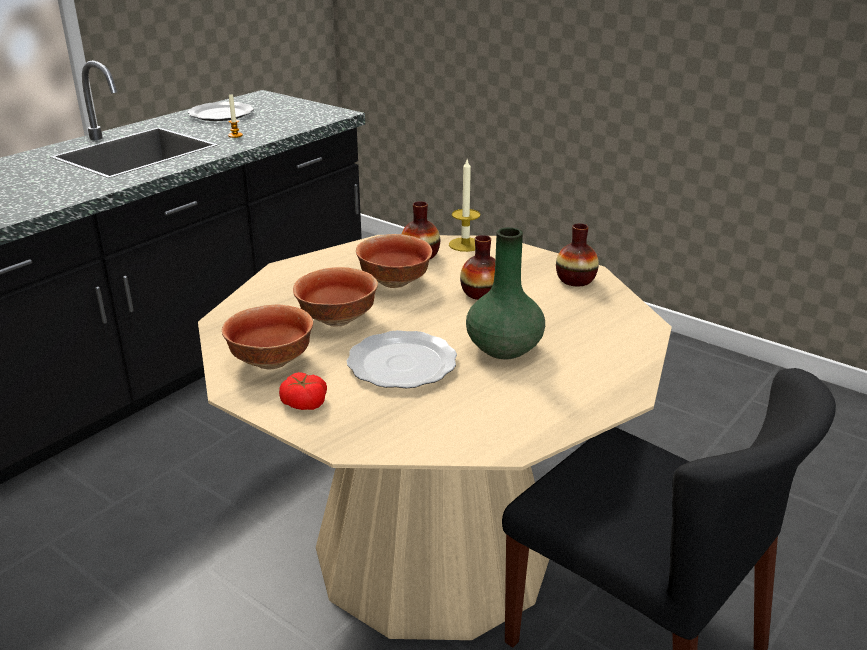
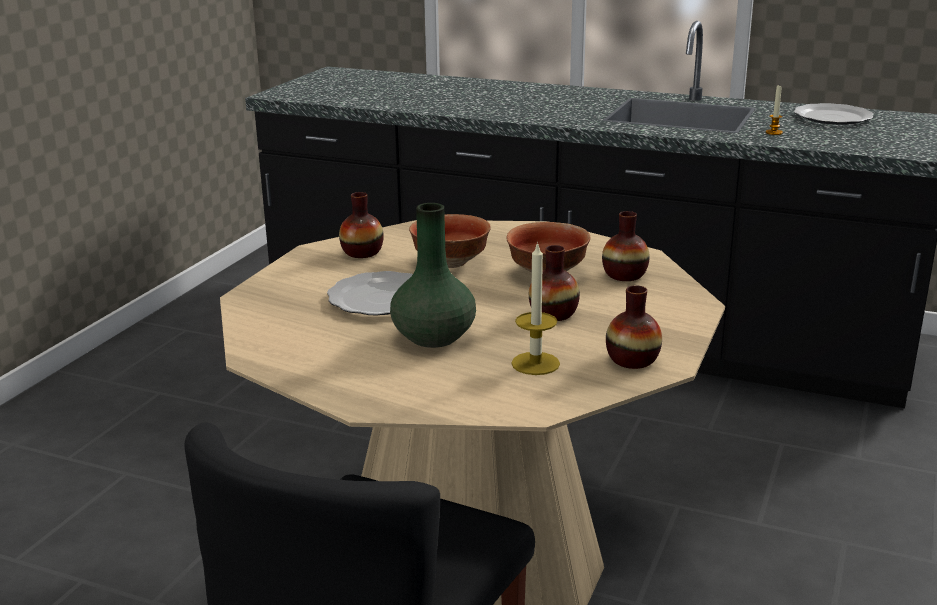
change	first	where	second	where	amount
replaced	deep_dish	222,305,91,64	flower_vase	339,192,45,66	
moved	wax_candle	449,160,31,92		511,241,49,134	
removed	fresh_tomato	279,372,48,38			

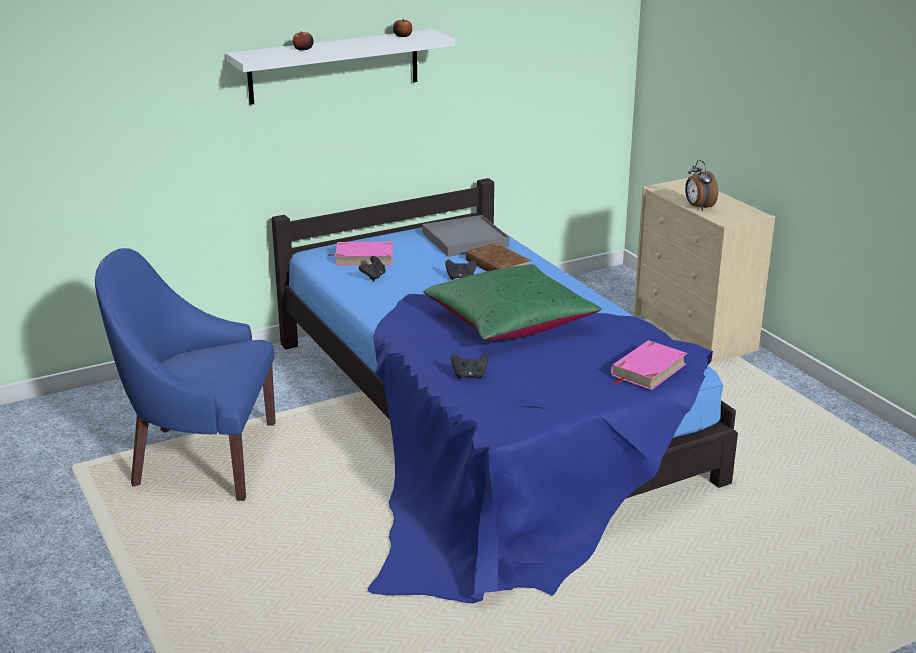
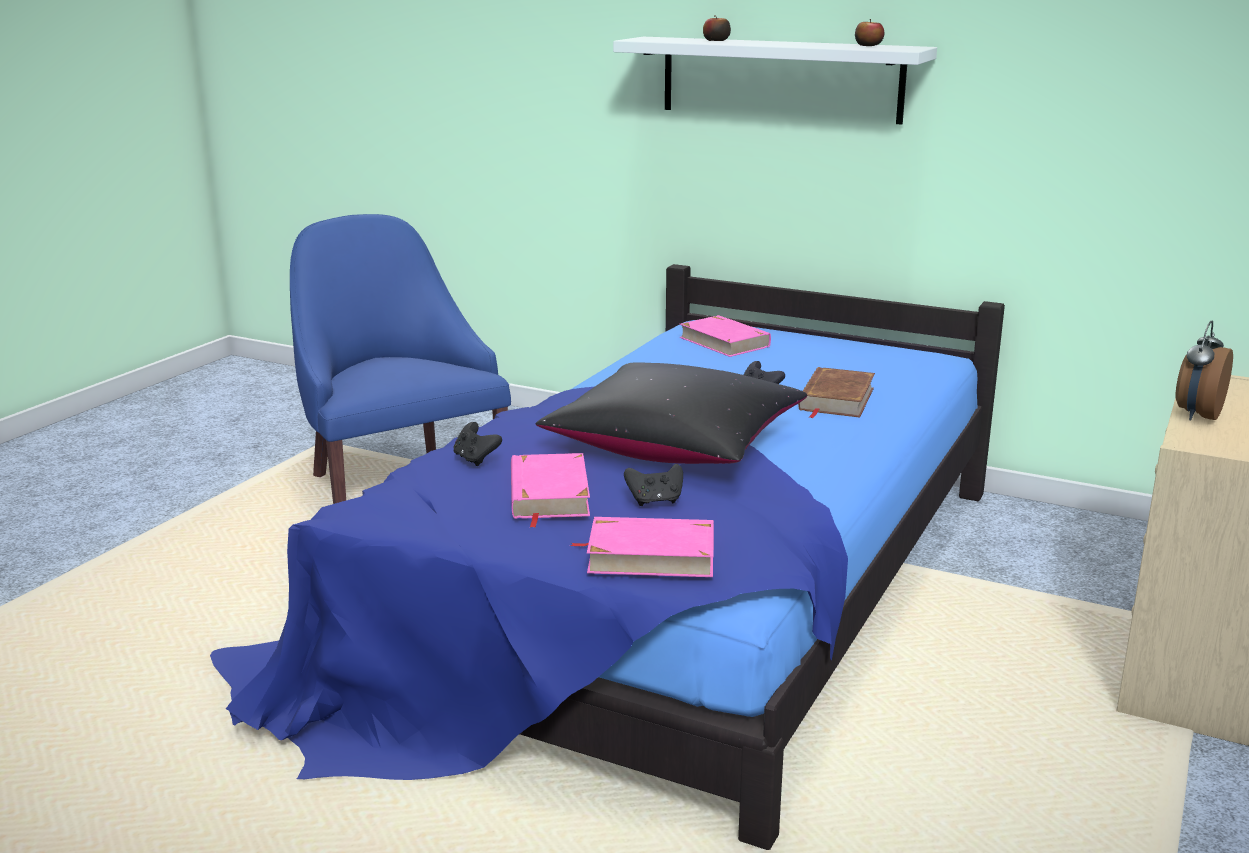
change	first	where	second	where	amount
added			pink_bound_book	511,453,79,75	
recoloured	green_throw_pillow	423,264,179,76	black-coloured_throw_pillow	535,362,272,102	
moved	black-coloured_gamepad	359,256,27,25		624,464,59,42	
removed	greyish_carrying_tray	422,215,87,42			

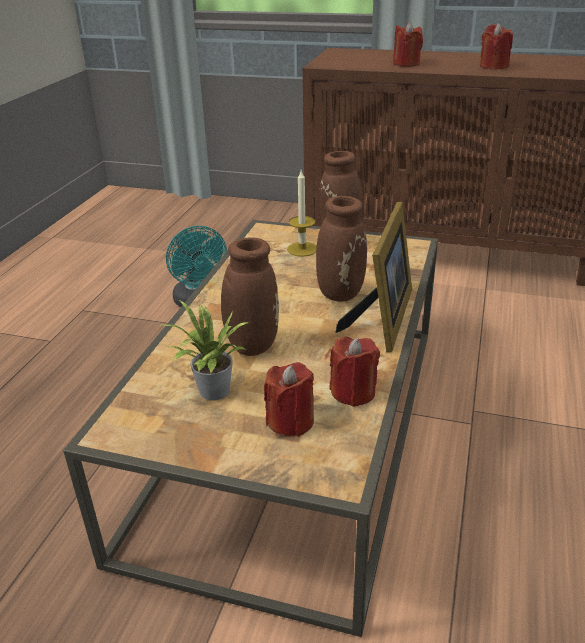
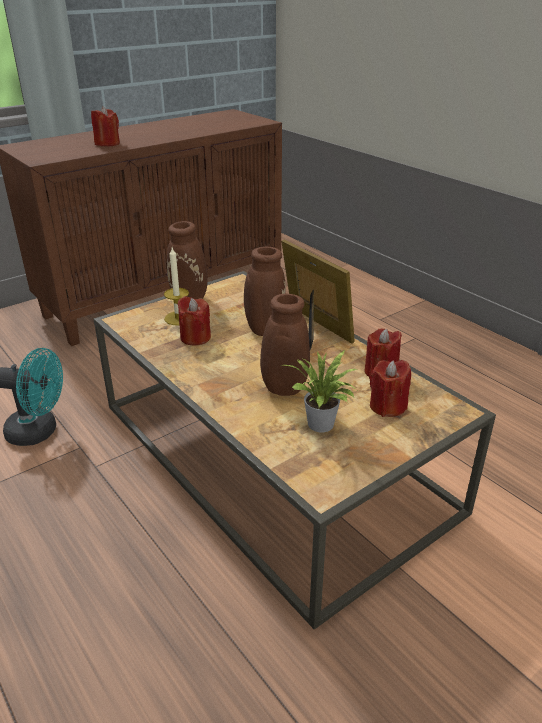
change	first	where	second	where	amount
moved	reddish_wax_candle	480,23,33,47		177,296,34,50	

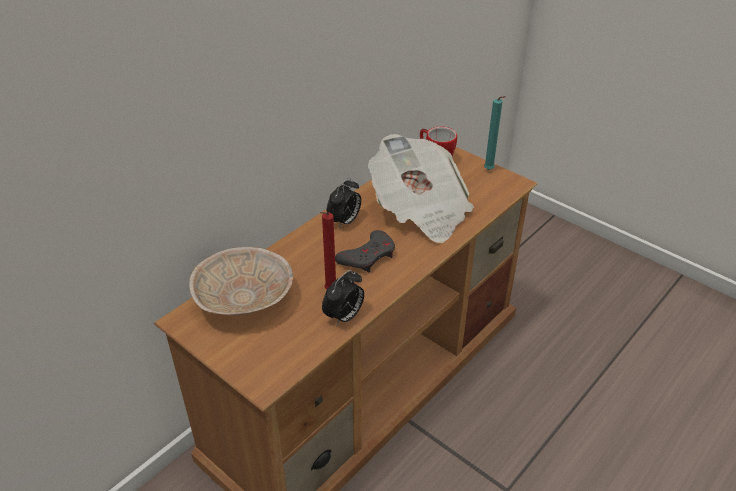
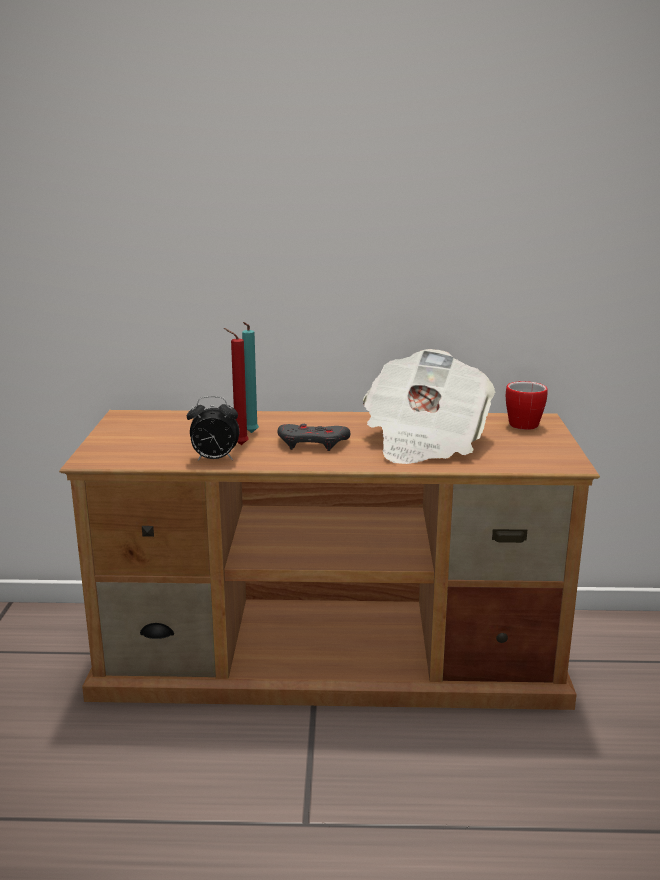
change	first	where	second	where	amount
moved	blue-green_wax_candle	484,96,22,74		242,322,17,111	
removed	beige-coloured_deep_dish	189,247,104,69			
removed	bedside_clock	326,178,35,51			

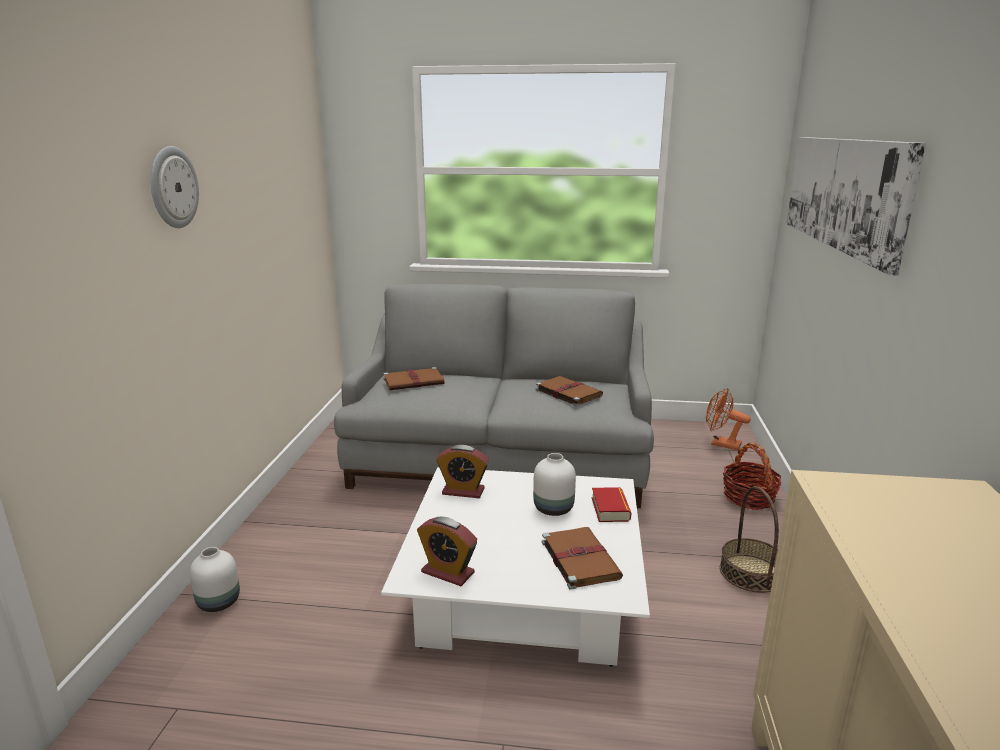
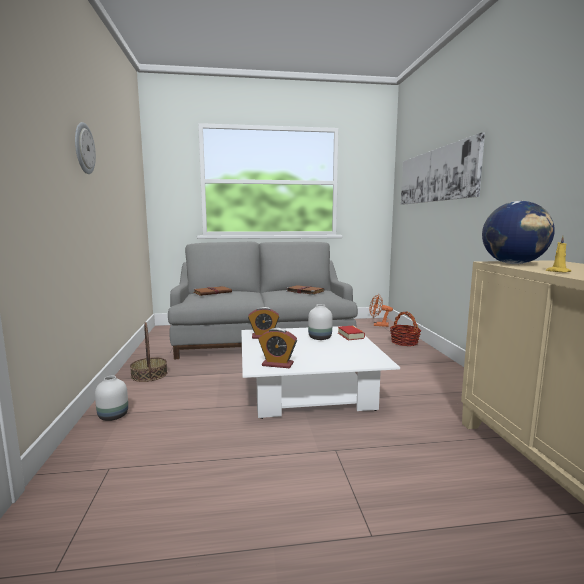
change	first	where	second	where	amount
moved	basket	720,486,59,107		130,322,38,60	
added			desk_globe	482,201,73,63	
added			yellow_wax_candle	545,236,26,36	
removed	brown-coloured_bound_book	542,527,81,63			

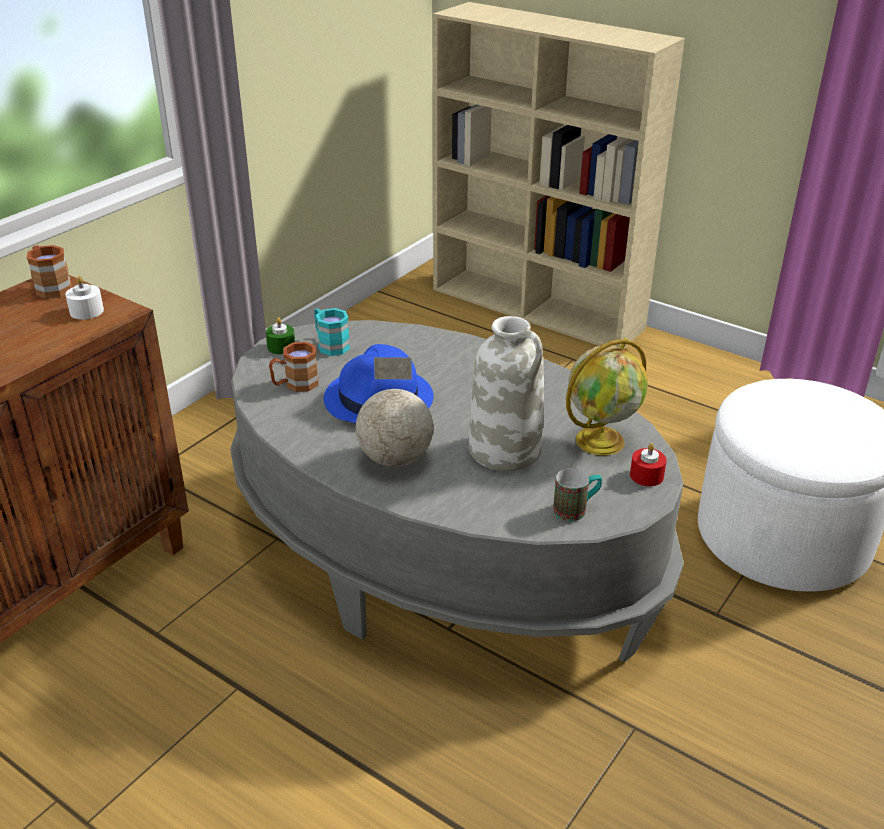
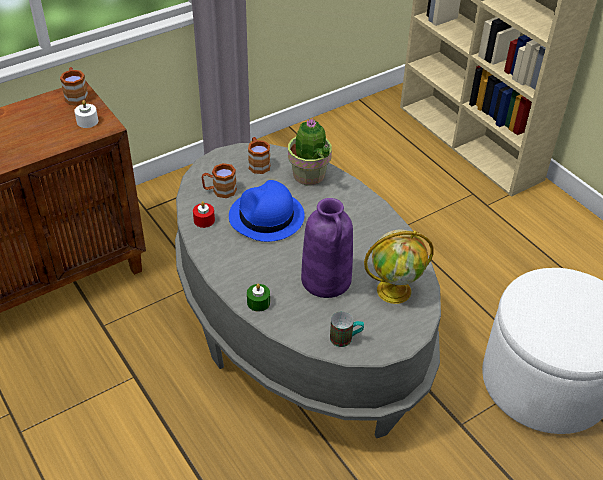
change	first	where	second	where	amount
moved	reddish_wax_candle	630,443,37,43		193,201,22,27	
moved	green_wax_candle	266,317,29,37		247,284,23,28	
recoloured	blue-green_tea_mug	314,308,36,48	brown-coloured_tea_mug	248,137,22,37	
added			potted_plant	288,118,44,67	
recoloured	whitish_flower_vase	469,316,75,155	purple-coloured_flower_vase	301,198,52,100	
removed	desk_globe	356,357,78,110			

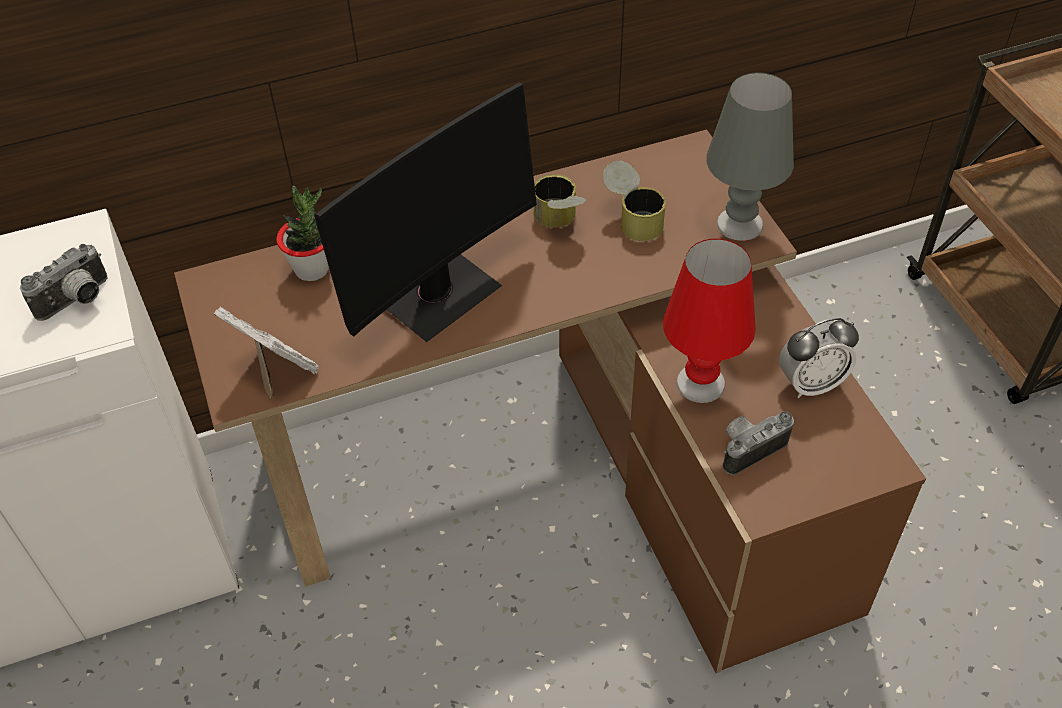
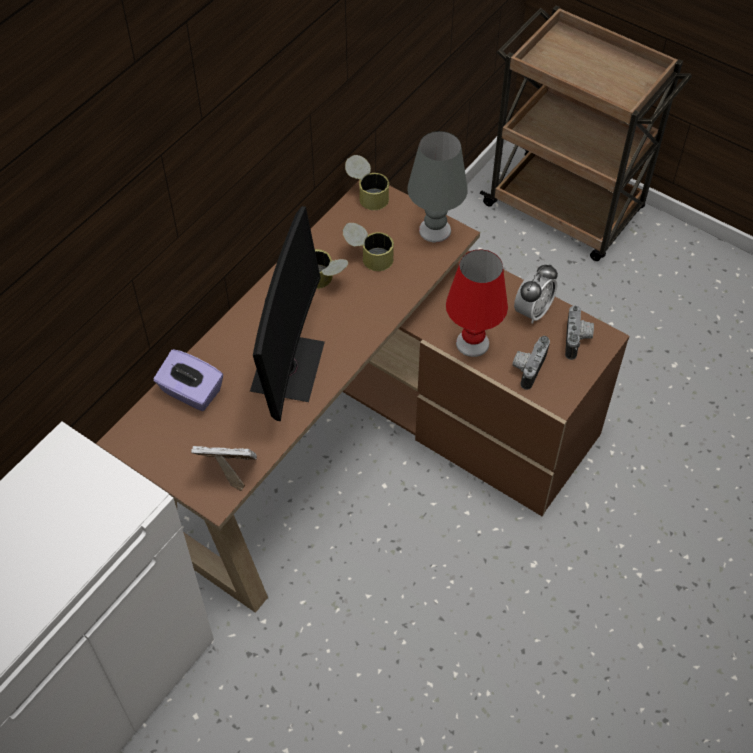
change	first	where	second	where	amount
replaced	potted_plant	276,185,53,96	purple-coloured_box_of_tissues	154,349,69,62	
added			metal_can	345,155,44,55	
moved	photo_camera	20,244,88,77		565,305,29,55	

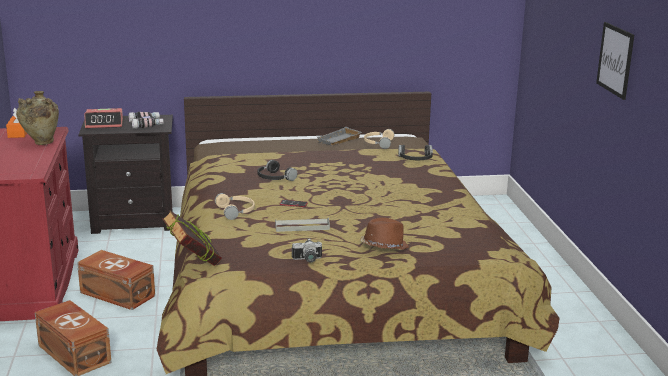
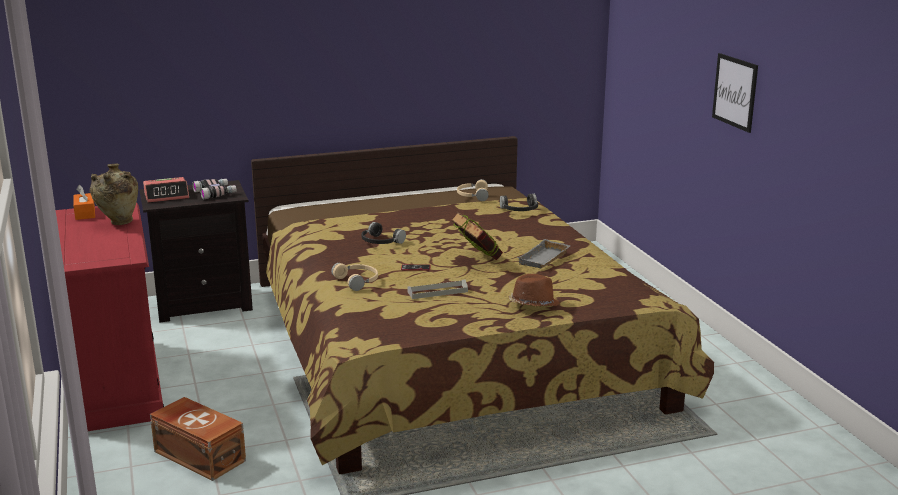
change	first	where	second	where	amount
moved	bound_book	162,211,60,55		451,212,52,48	
moved	greyish_carrying_tray	317,127,45,19		517,239,54,29	
removed	brown-coloured_storage_bin	77,250,78,60			
removed	photo_camera	292,238,30,25			

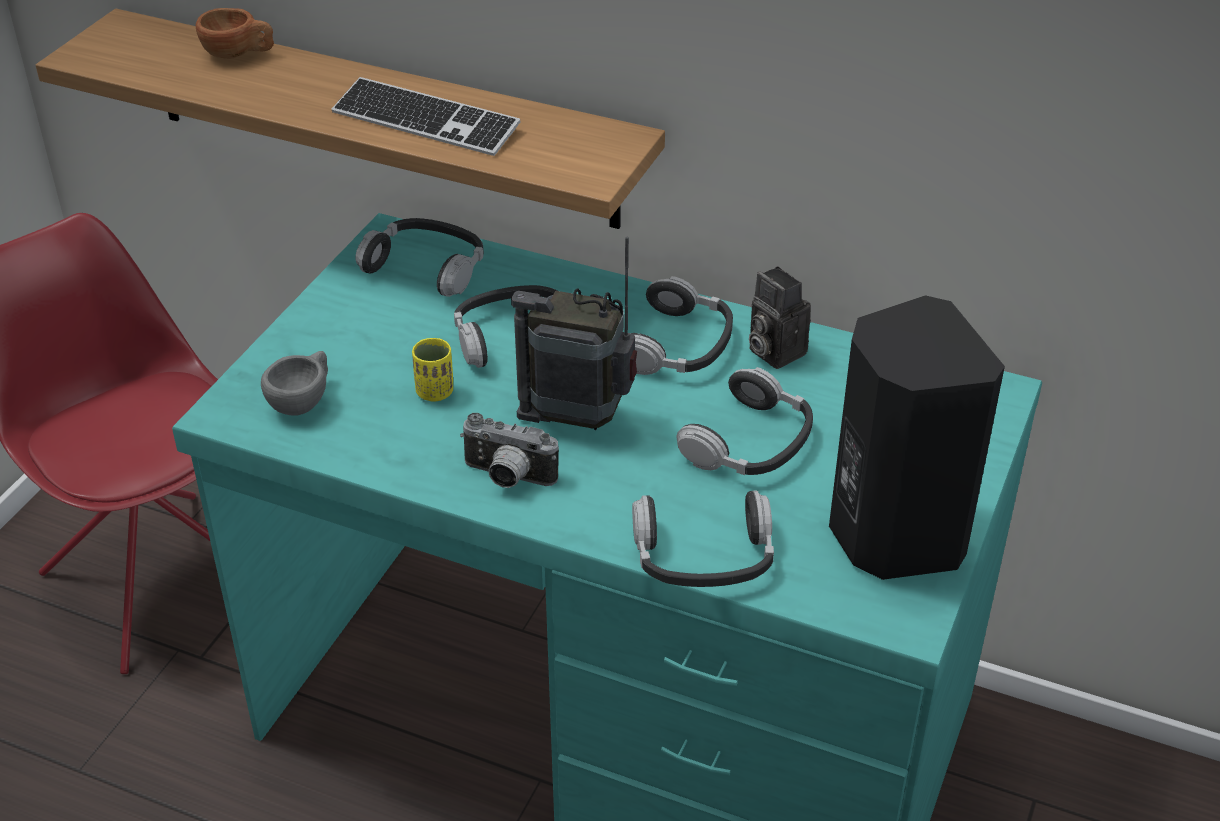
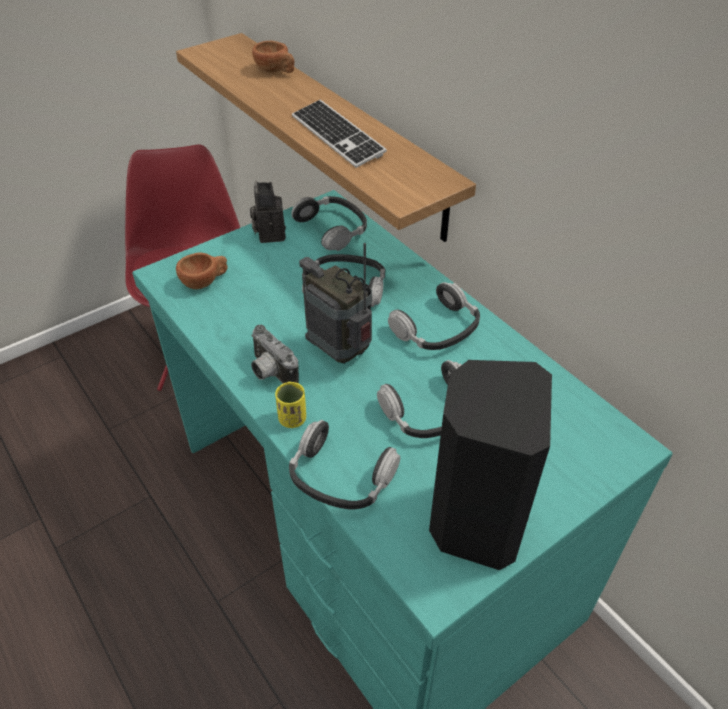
change	first	where	second	where	amount
recoloured	greyish_drinking_cup	261,351,67,65	brown-coloured_drinking_cup	176,252,52,37	
moved	photo_camera	749,266,62,103		250,181,36,62	
moved	yellow_drinking_cup	412,338,41,63		275,382,31,46	

